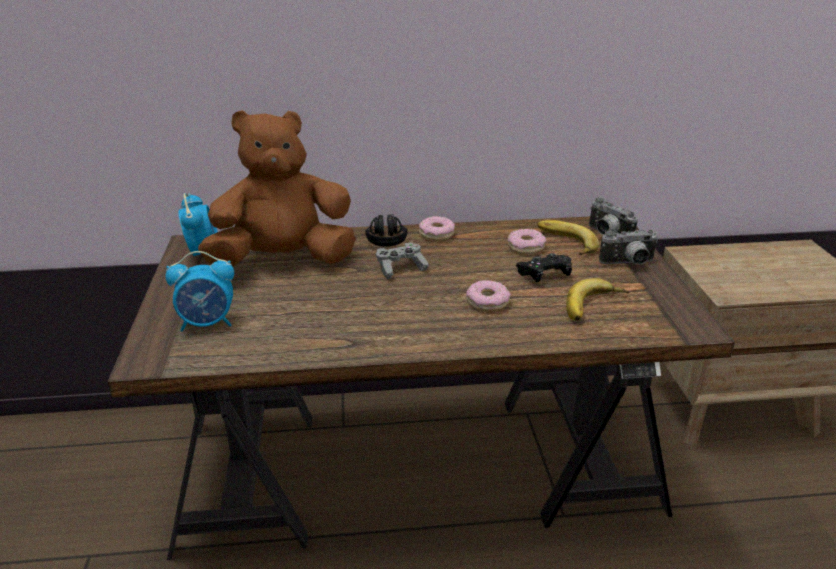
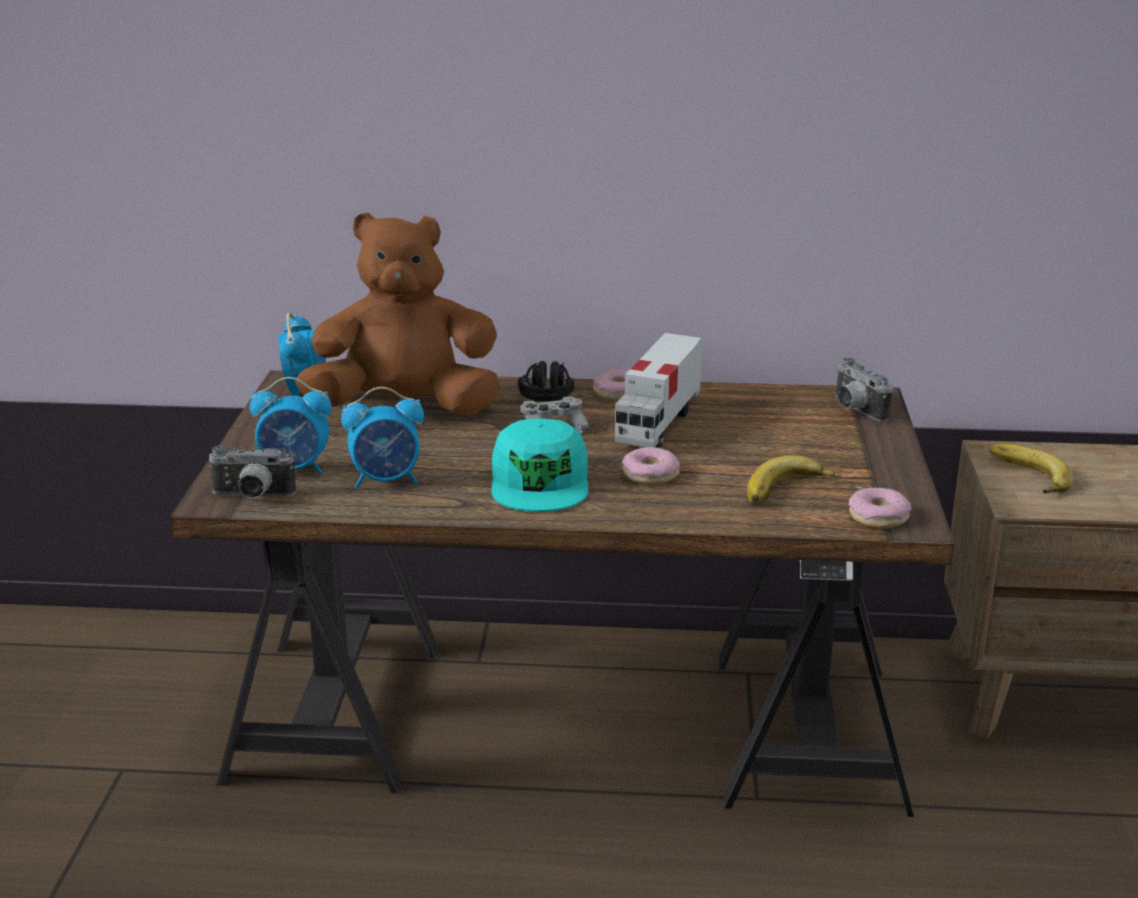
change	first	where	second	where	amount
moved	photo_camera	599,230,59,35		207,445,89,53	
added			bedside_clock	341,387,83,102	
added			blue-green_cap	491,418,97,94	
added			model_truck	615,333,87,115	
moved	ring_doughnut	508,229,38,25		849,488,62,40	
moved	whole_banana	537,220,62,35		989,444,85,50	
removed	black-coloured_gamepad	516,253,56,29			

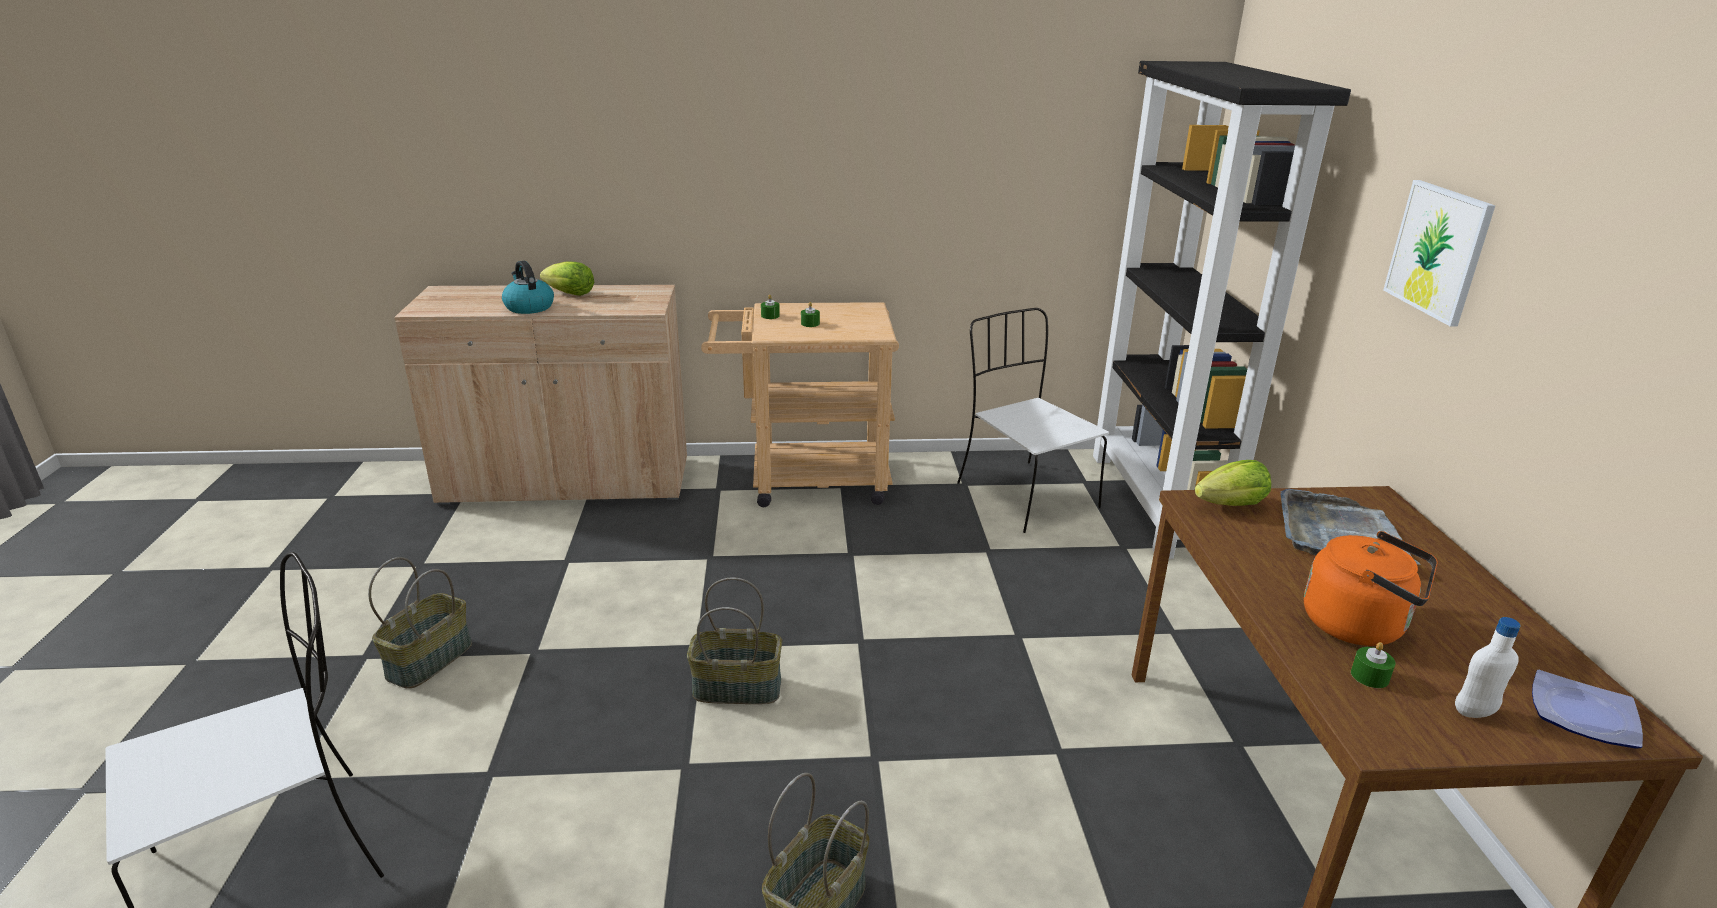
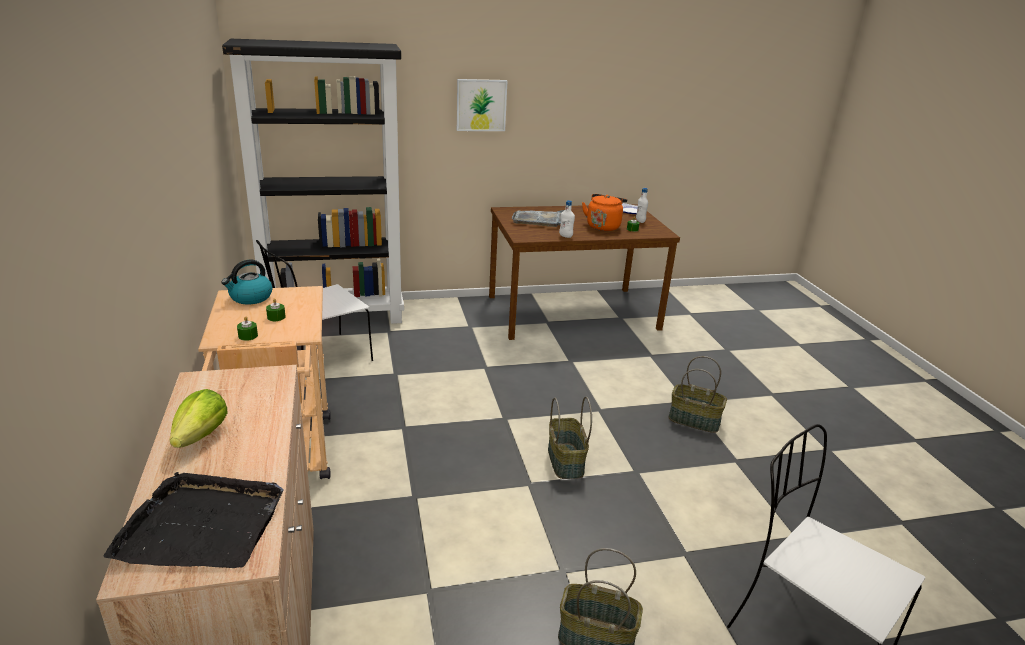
change	first	where	second	where	amount
added			black-coloured_carrying_tray	104,472,180,96	
moved	water_kettle	502,261,52,53		221,260,51,44	
added			whitish_bottle	559,200,16,38	
removed	lettuce	1195,460,76,46			

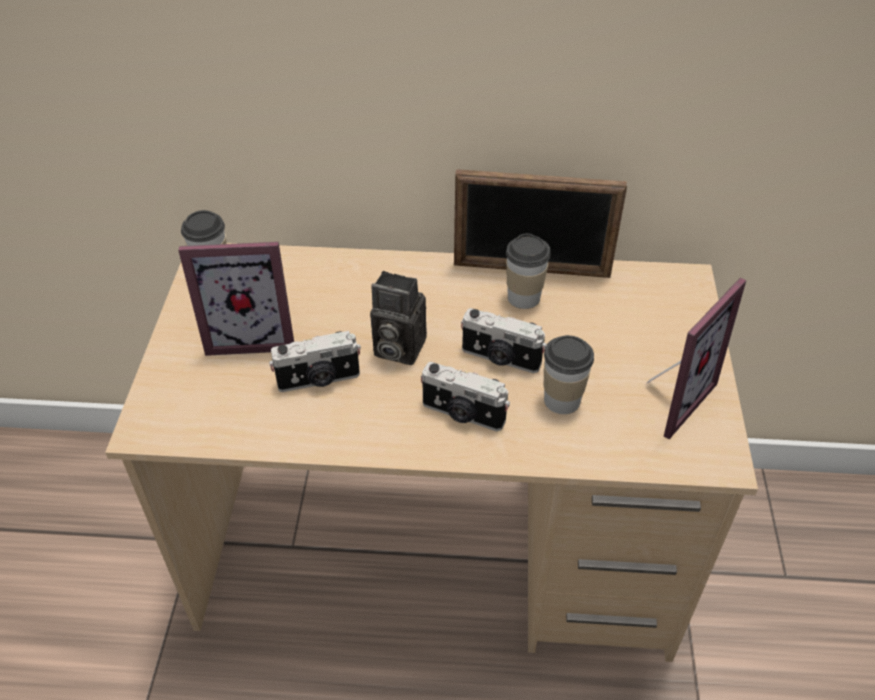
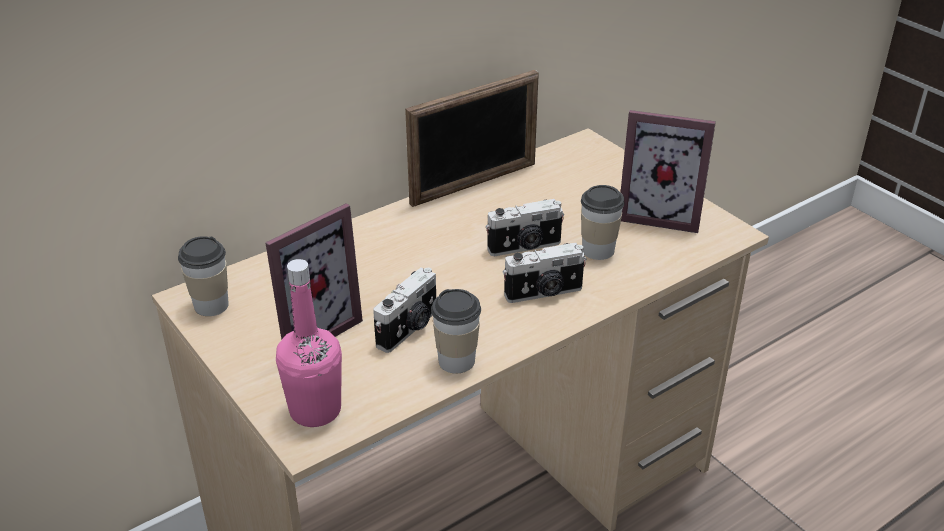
change	first	where	second	where	amount
added			pink_bottle	276,259,66,168	
moved	drinking_cup	506,233,44,76		431,289,50,85	
turned	standing_frame	645,278,101,161		620,110,96,123	105 degrees clockwise
removed	photo_camera	370,271,57,94			

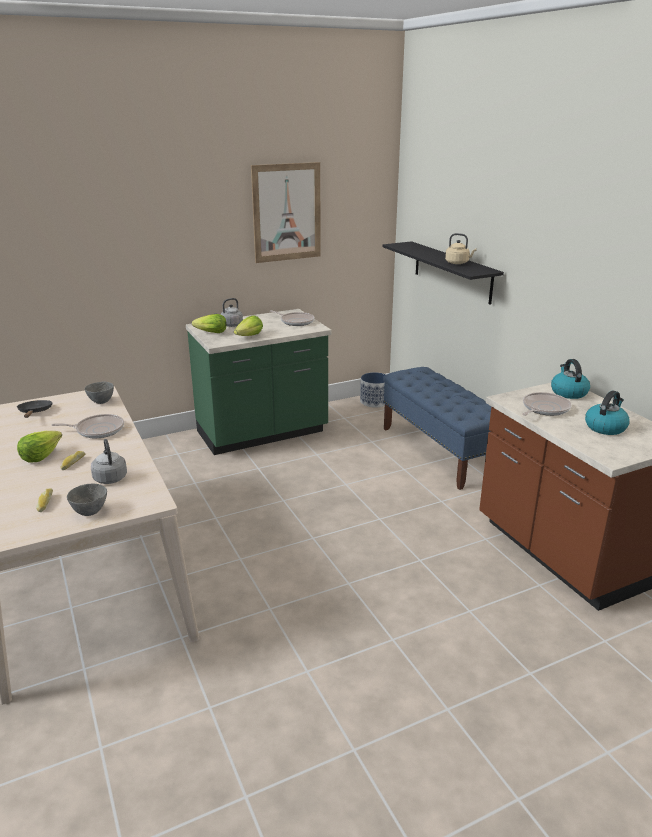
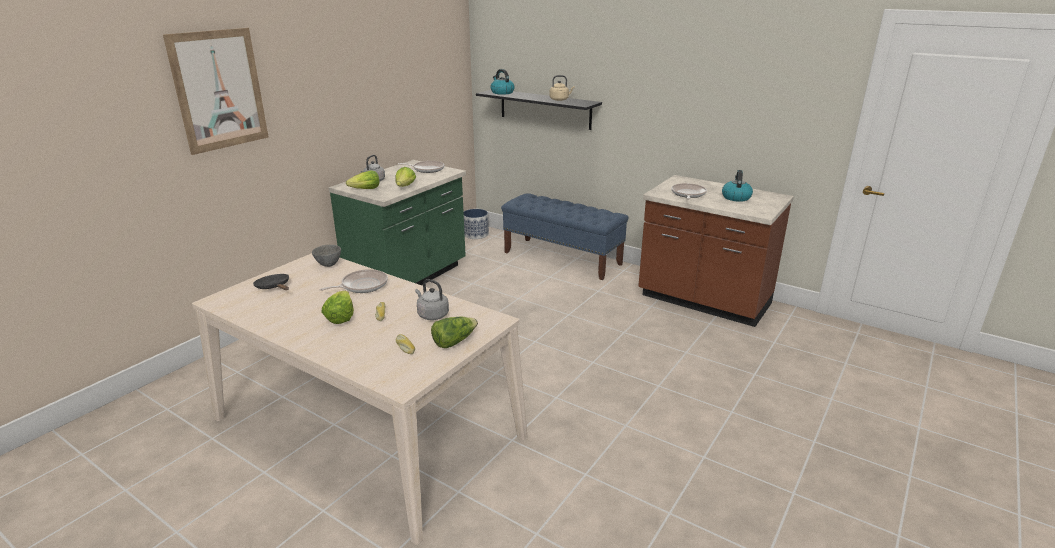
change	first	where	second	where	amount
moved	wall_picture	251,162,70,101		163,28,105,127	
replaced	greyish_deep_dish	67,484,40,32	lettuce	431,316,47,32	
moved	water_kettle	551,359,39,40		491,69,24,26	

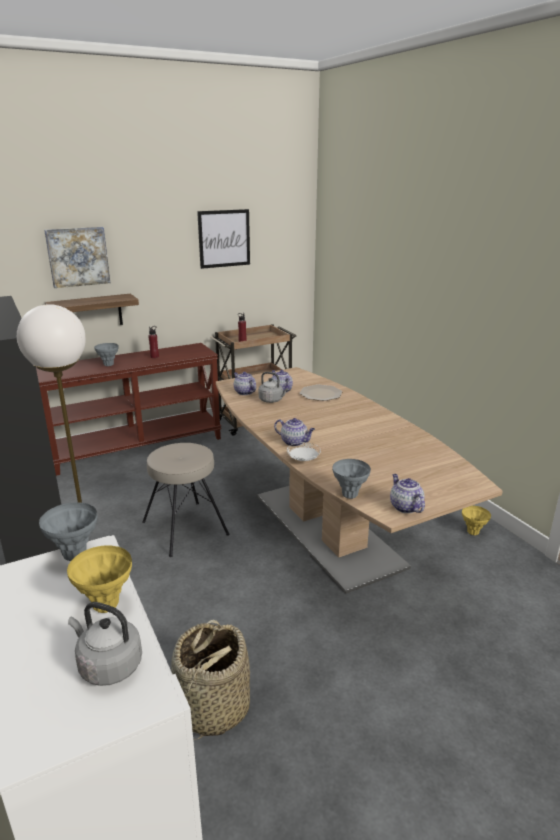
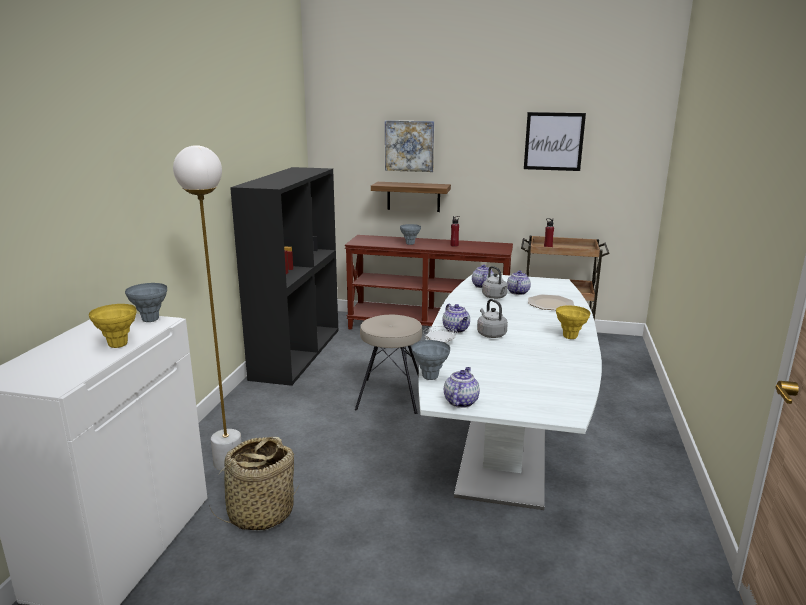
change	first	where	second	where	amount
recoloured	brown-coloured_dinner_table	216,367,287,227	whitish_dinner_table	418,275,184,235	
moved	greyish_water_kettle	68,602,74,84		477,299,31,39	
moved	yellow_flower_vase	462,506,29,29		556,306,34,33	

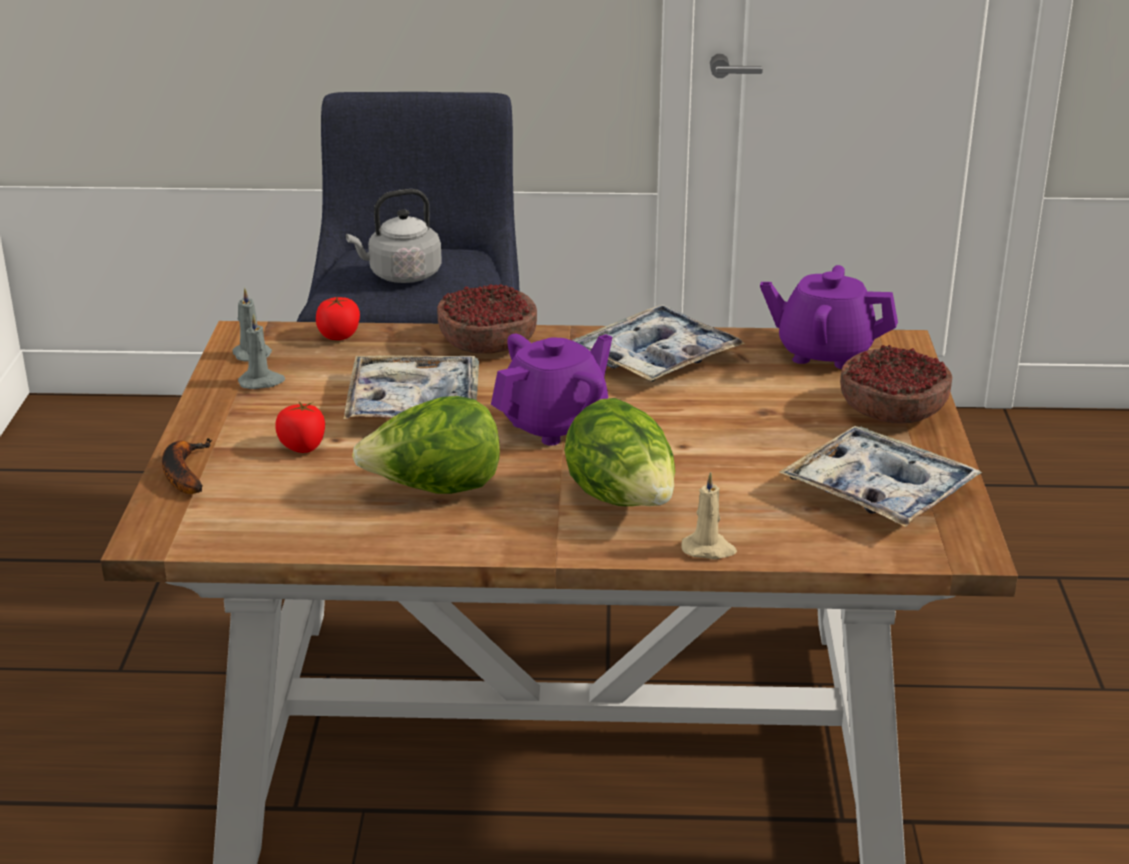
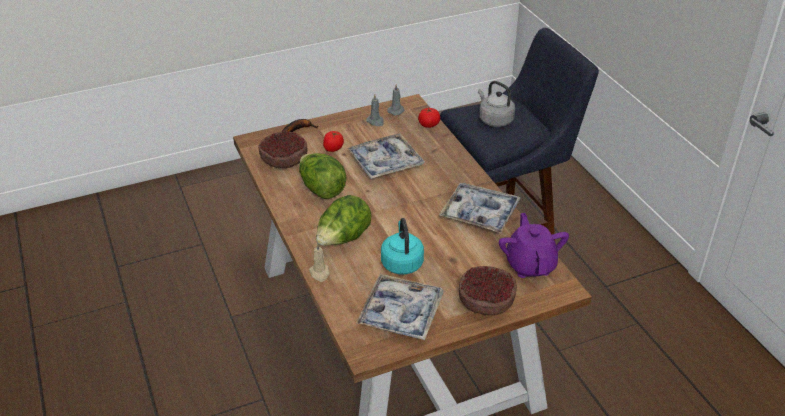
change	first	where	second	where	amount
moved	deep_dish	437,284,100,70		259,130,49,38	
added			blue-green_water_kettle	381,218,43,56	
removed	purple-coloured_tea_pot	491,334,121,112			

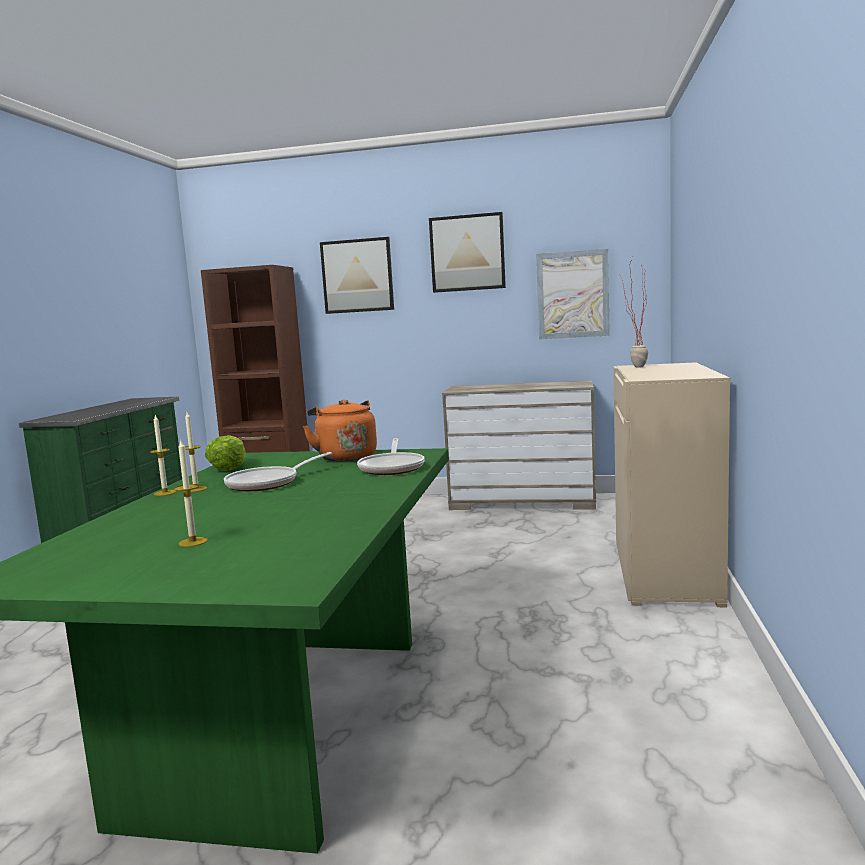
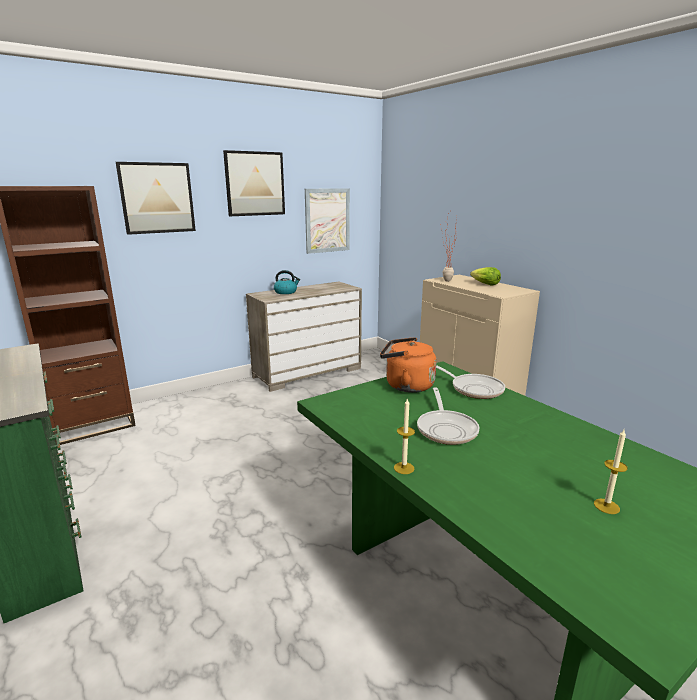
change	first	where	second	where	amount
added			water_kettle	274,270,26,24	
moved	lettuce	205,435,41,36		470,267,31,18	
removed	wax_candle	185,412,22,80			

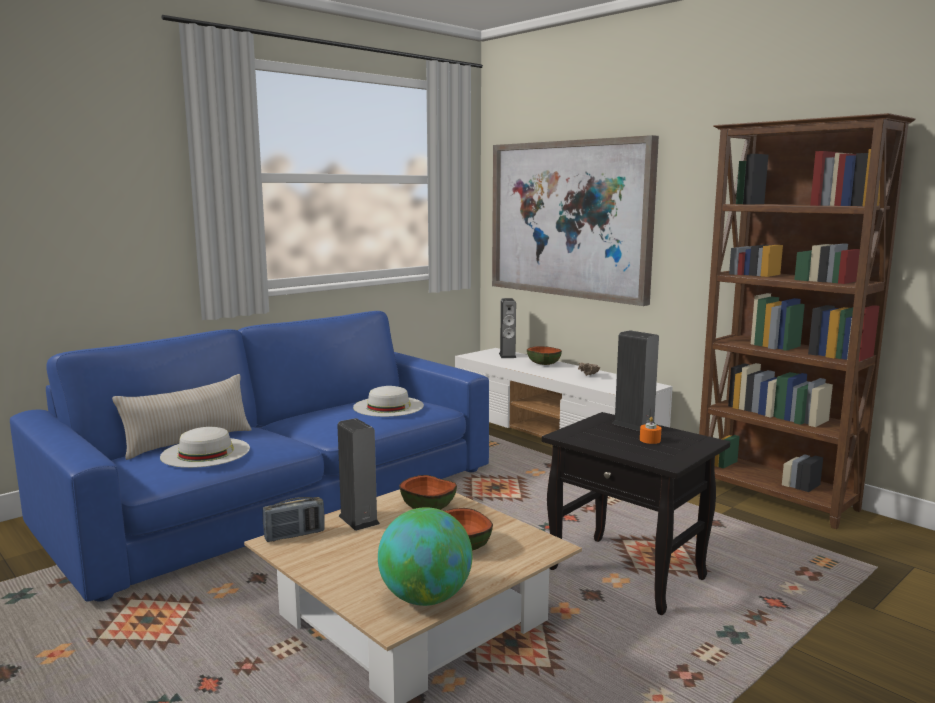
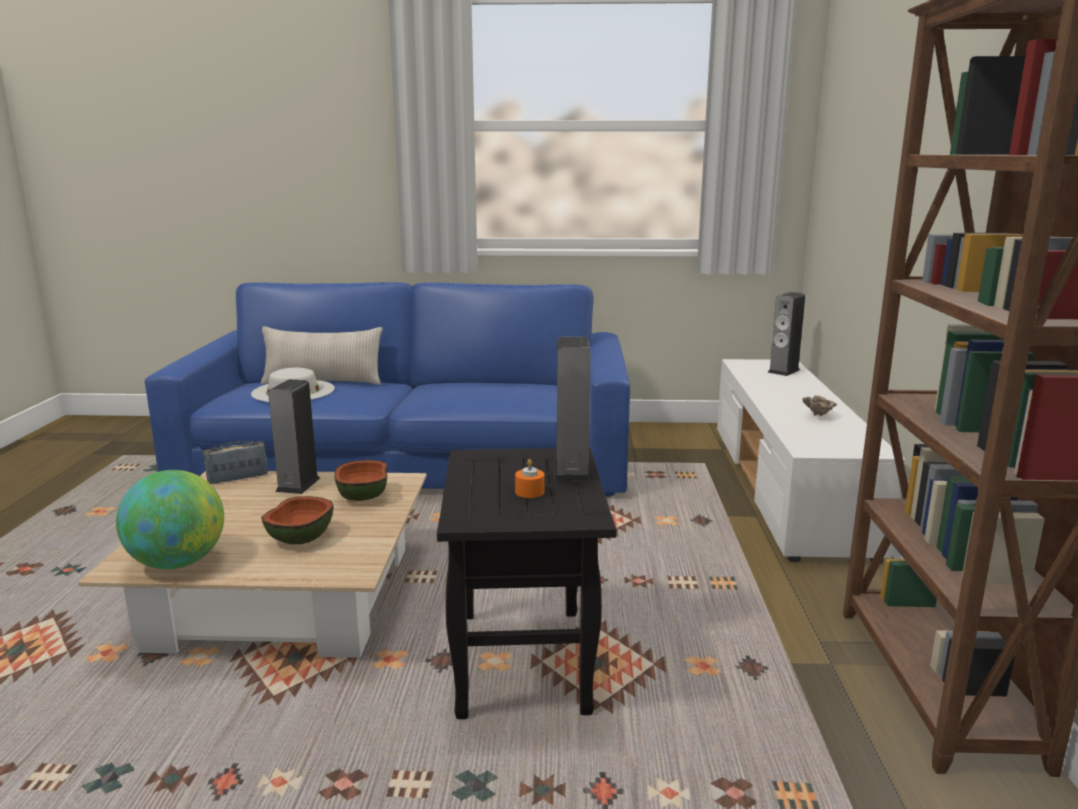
change	first	where	second	where	amount
turned	radio	263,497,61,45		203,441,65,43	135 degrees clockwise
removed	whitish_clothing_hat	353,386,71,31			
removed	wall_picture	492,135,167,171			
removed	deep_dish	527,346,35,19			

